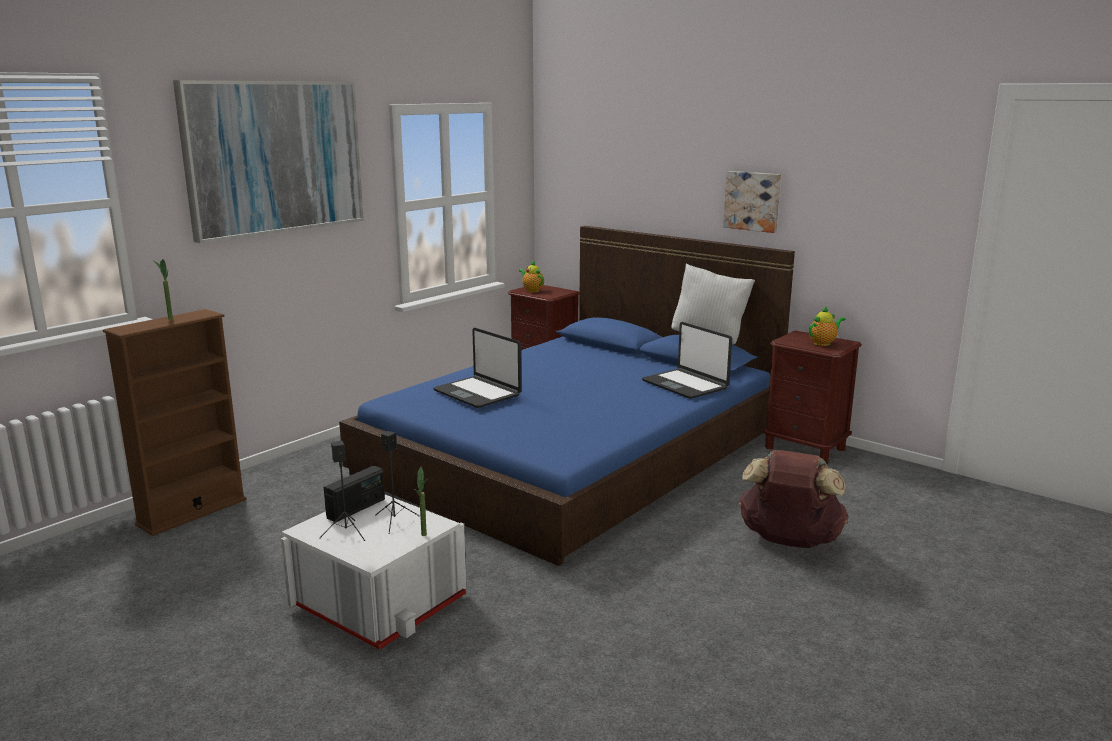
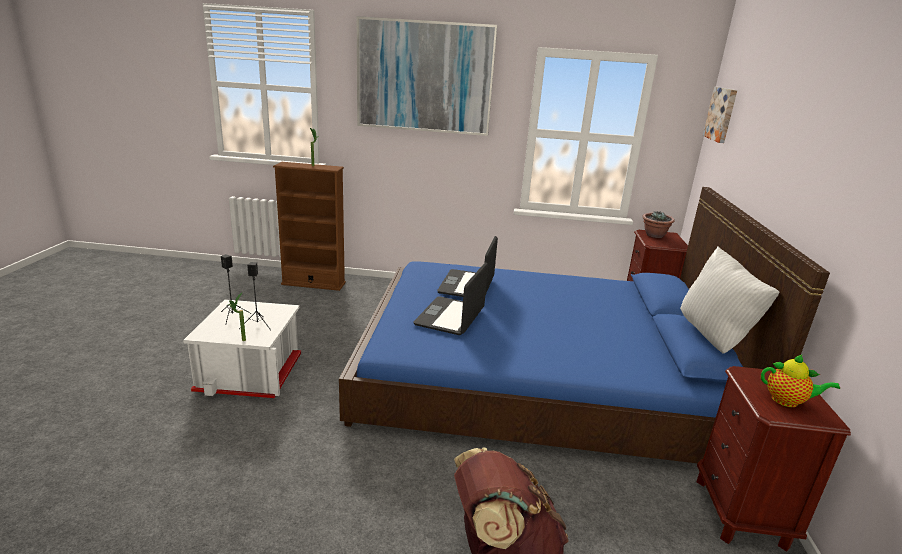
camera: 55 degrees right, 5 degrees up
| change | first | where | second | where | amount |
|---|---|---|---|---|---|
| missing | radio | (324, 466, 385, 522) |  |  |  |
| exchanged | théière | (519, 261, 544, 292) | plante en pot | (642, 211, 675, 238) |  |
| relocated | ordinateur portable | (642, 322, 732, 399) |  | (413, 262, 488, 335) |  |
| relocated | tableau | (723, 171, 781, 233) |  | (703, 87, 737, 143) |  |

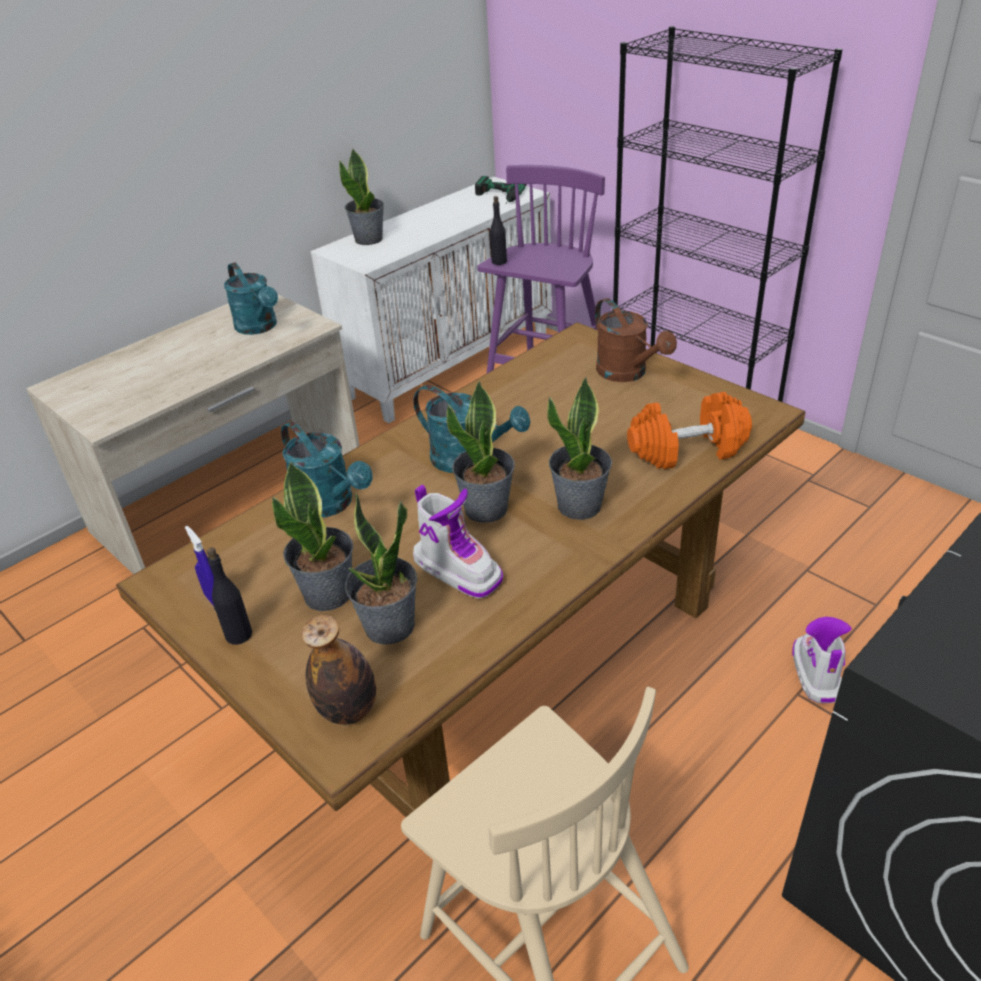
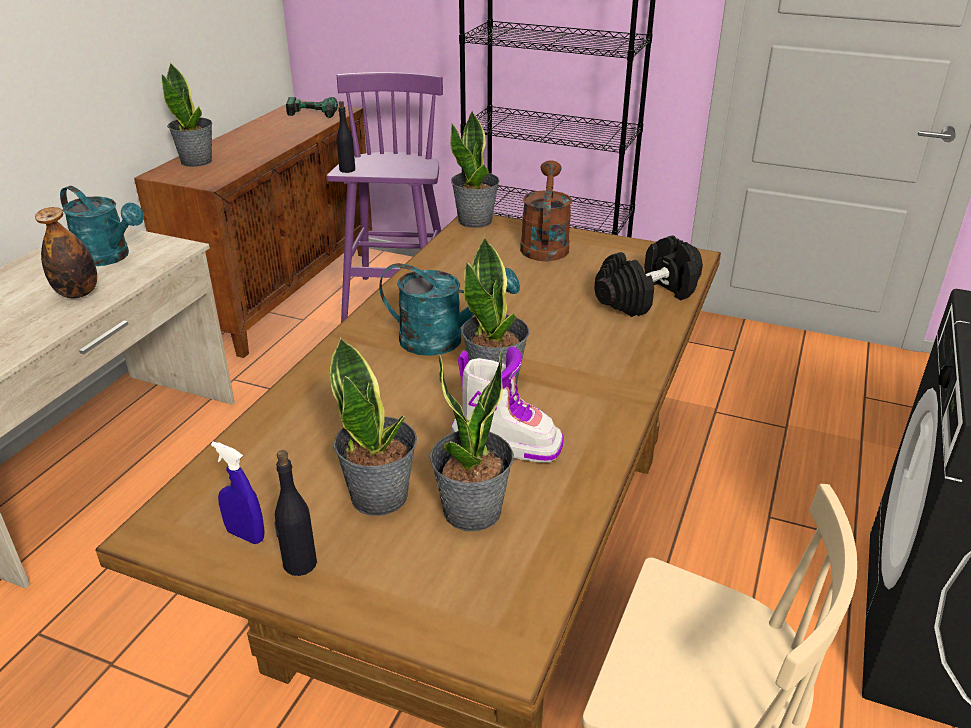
camera: 25 degrees left, 5 degrees down
| change | first | where | second | where | amount |
|---|---|---|---|---|---|
| missing | arrosoir (turquoise) | (281, 421, 373, 518) |  |  |  |
| relocated | bouteille | (301, 615, 376, 725) |  | (35, 207, 97, 298) |  |
| colour | meuble de rangement (blanc) | (310, 177, 552, 423) | meuble de rangement (marron) | (134, 100, 372, 358) |  |
| relocated | plante en pot | (547, 377, 612, 520) |  | (450, 111, 500, 228) |  |
| spun | arrosoir (marron) | (595, 298, 677, 382) |  | (520, 160, 572, 261) | 120 degrees counterclockwise |
| colour | haltère (orange) | (627, 392, 752, 469) | haltère (noir) | (594, 235, 703, 317) |  |
| missing | botte | (792, 617, 852, 703) |  |  |  |

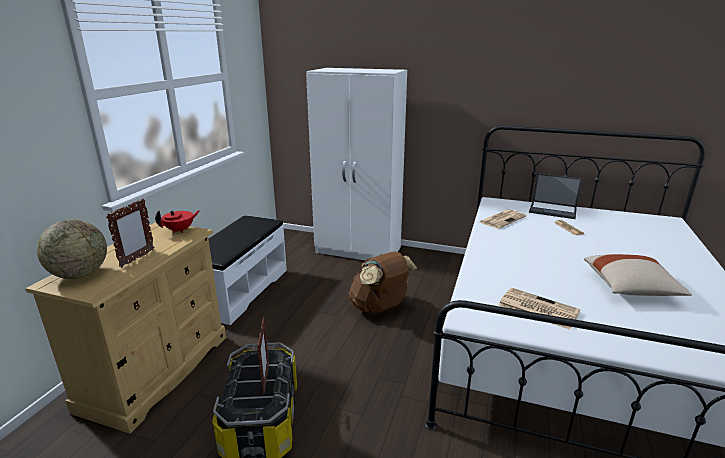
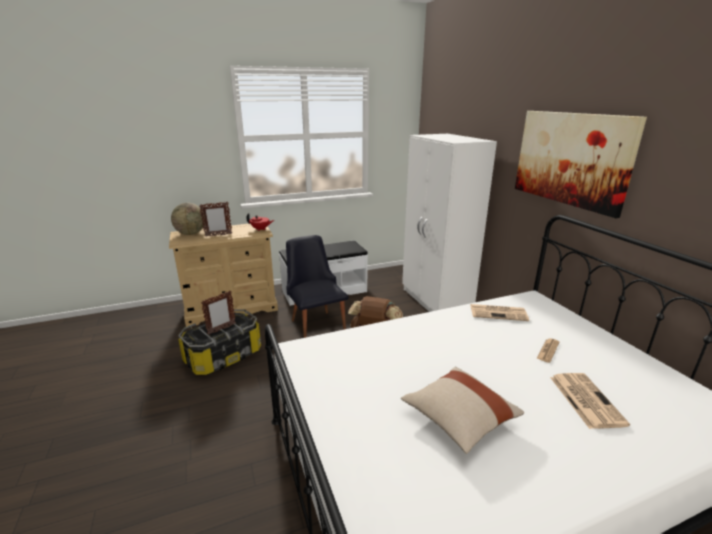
camera: 50 degrees right, 0 degrees up
| change | first | where | second | where | amount |
|---|---|---|---|---|---|
| relocated | journal | (499, 288, 580, 330) |  | (550, 373, 630, 429) |  |
| missing | ordinateur portable | (529, 173, 582, 219) |  |  |  |
| appeared |  |  | chaise (noir) | (286, 235, 348, 338) |  |
| appeared |  |  | tableau | (515, 111, 647, 218) |  |

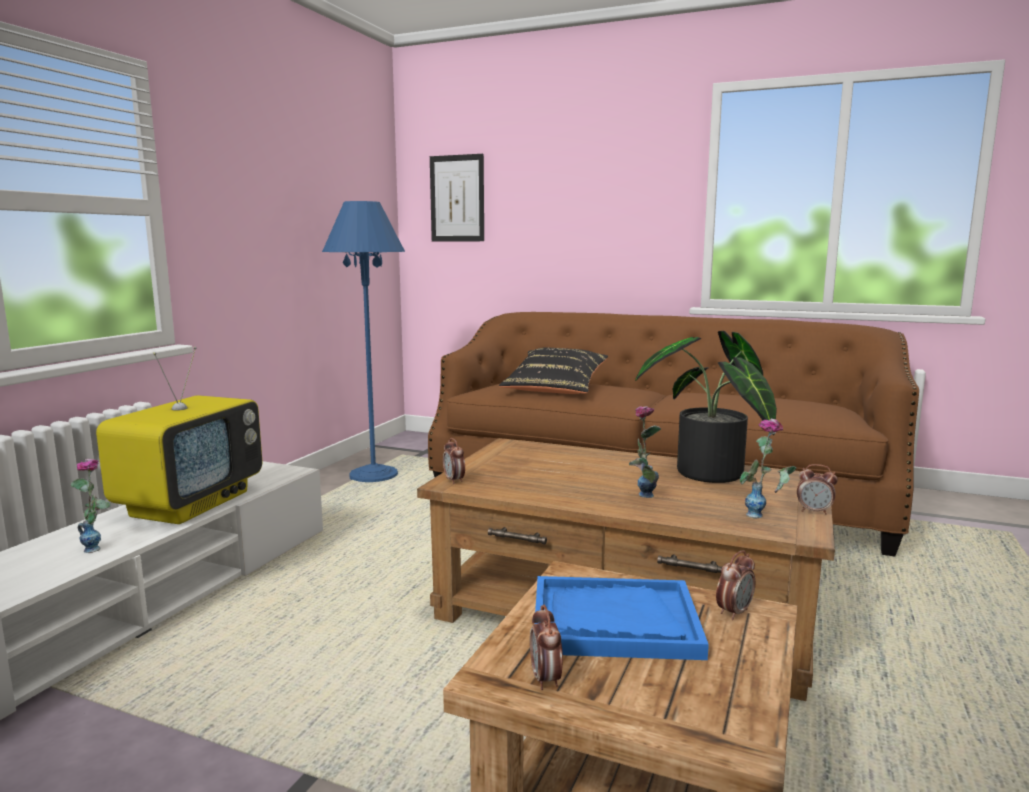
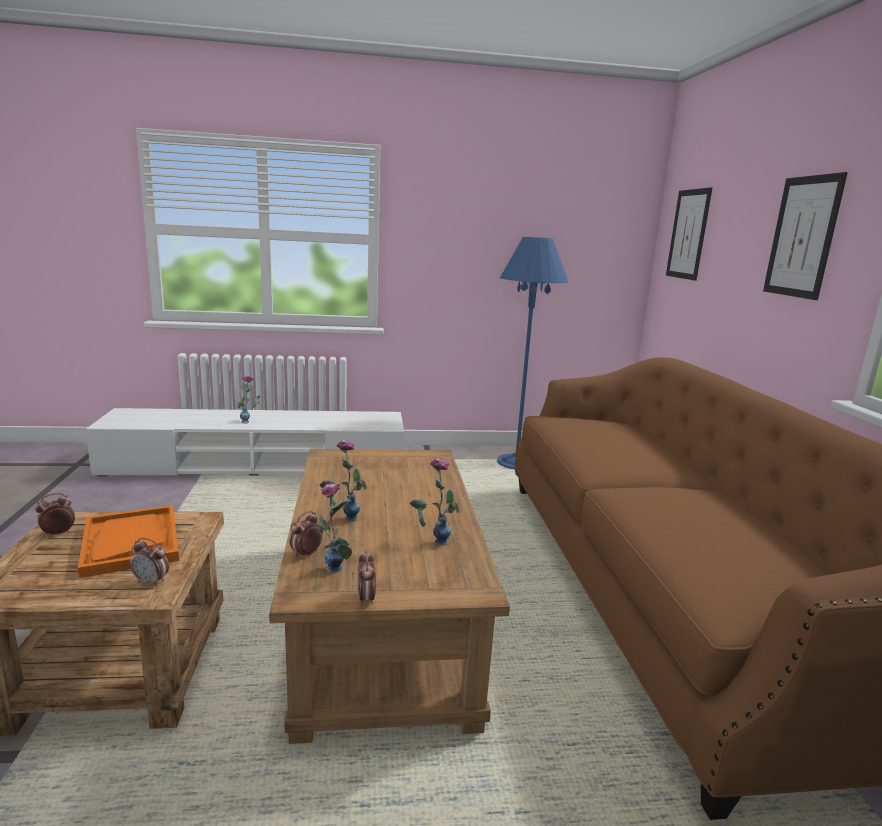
camera: 60 degrees right, 5 degrees up
| change | first | where | second | where | amount |
|---|---|---|---|---|---|
| missing | téléviseur | (96, 347, 262, 524) |  |  |  |
| relocated | réveil | (443, 438, 465, 484) |  | (290, 511, 323, 559) |  |
| missing | coussin (noir) | (499, 348, 608, 394) |  |  |  |
| colour | plateau (bleu) | (534, 576, 709, 660) | plateau (orange) | (78, 505, 179, 578) |  |
| exchanged | plante en pot | (635, 331, 777, 483) | vase | (410, 458, 459, 546) |  |
| appeared |  |  | tableau | (763, 172, 848, 300) |  |

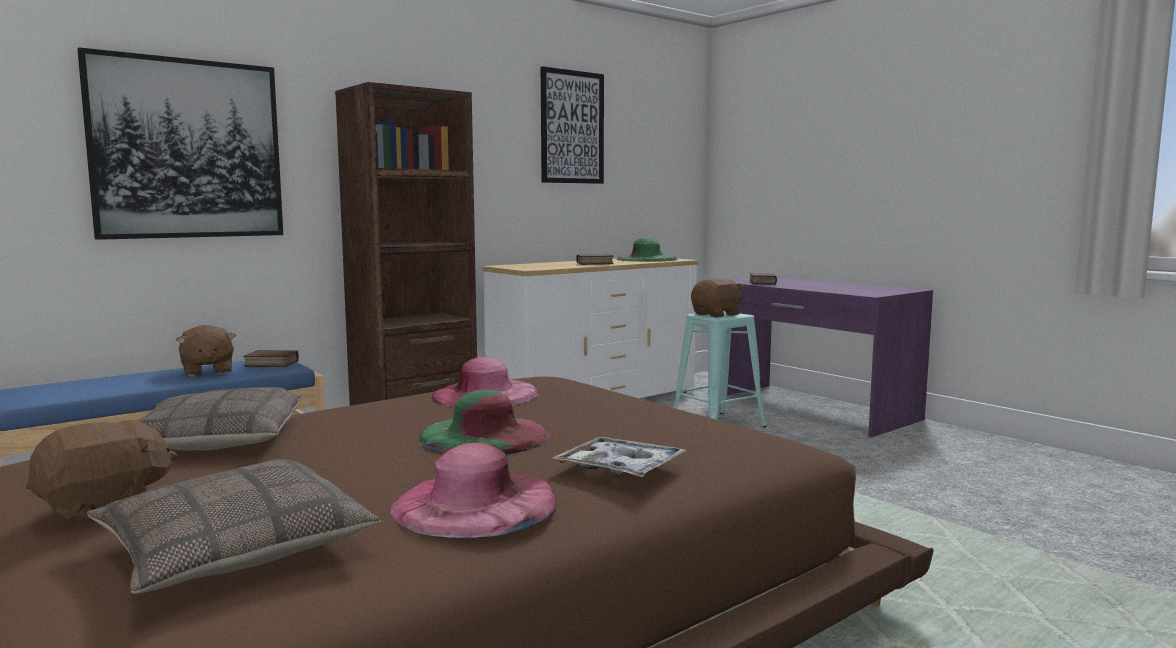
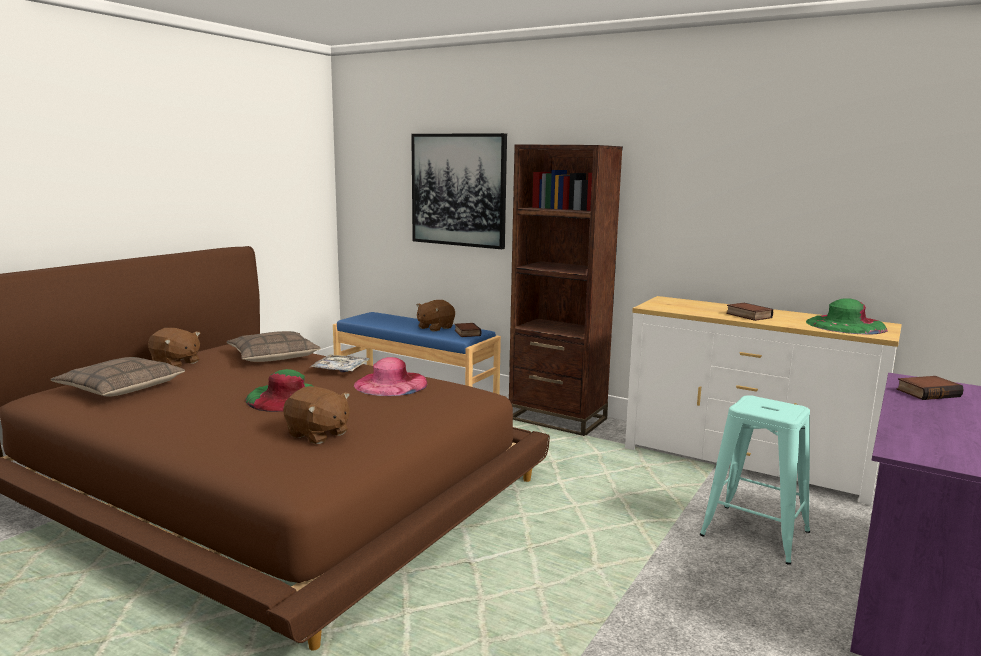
camera: 70 degrees right, 5 degrees up
| change | first | where | second | where | amount |
|---|---|---|---|---|---|
| missing | chapeau (rose) | (390, 443, 557, 538) |  |  |  |
| missing | tableau | (541, 66, 604, 184) |  |  |  |
| relocated | plateau | (553, 437, 686, 477) |  | (309, 354, 370, 372) |  |
| relocated | peluche (marron) | (691, 278, 743, 317) |  | (283, 386, 350, 444) |  |

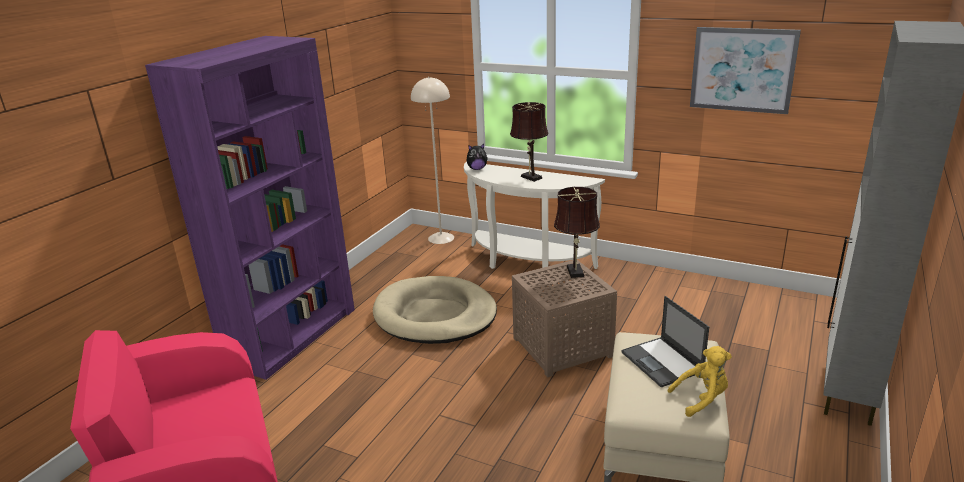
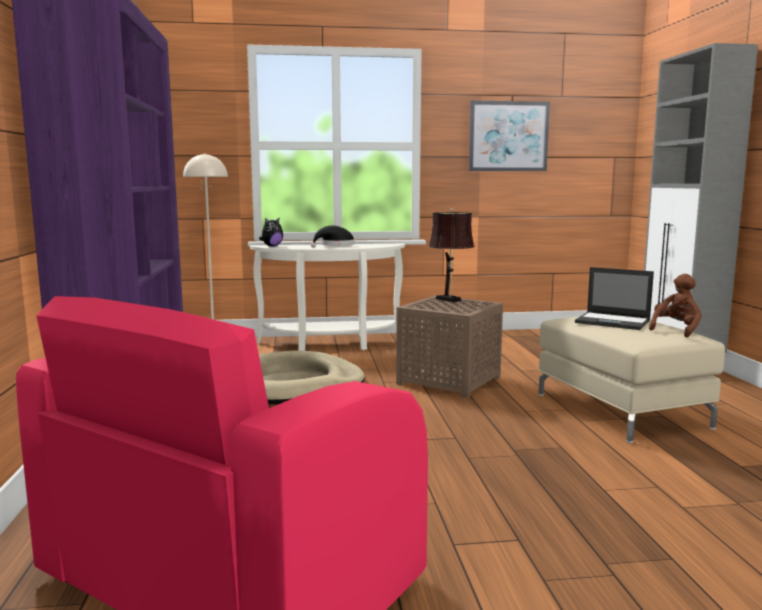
camera: 35 degrees left, 15 degrees down
| change | first | where | second | where | amount |
|---|---|---|---|---|---|
| exchanged | lampe de table (marron) | (510, 102, 549, 182) | chapeau (noir) | (311, 225, 355, 248) |  |
| colour | peluche (jaune) | (668, 346, 732, 417) | peluche (marron) | (649, 274, 702, 337) |  |

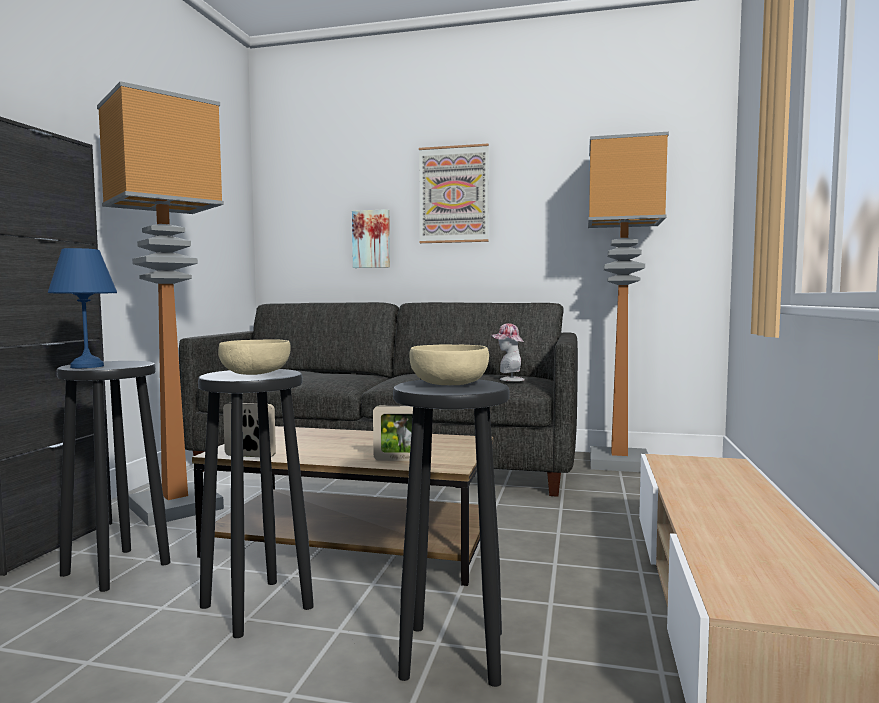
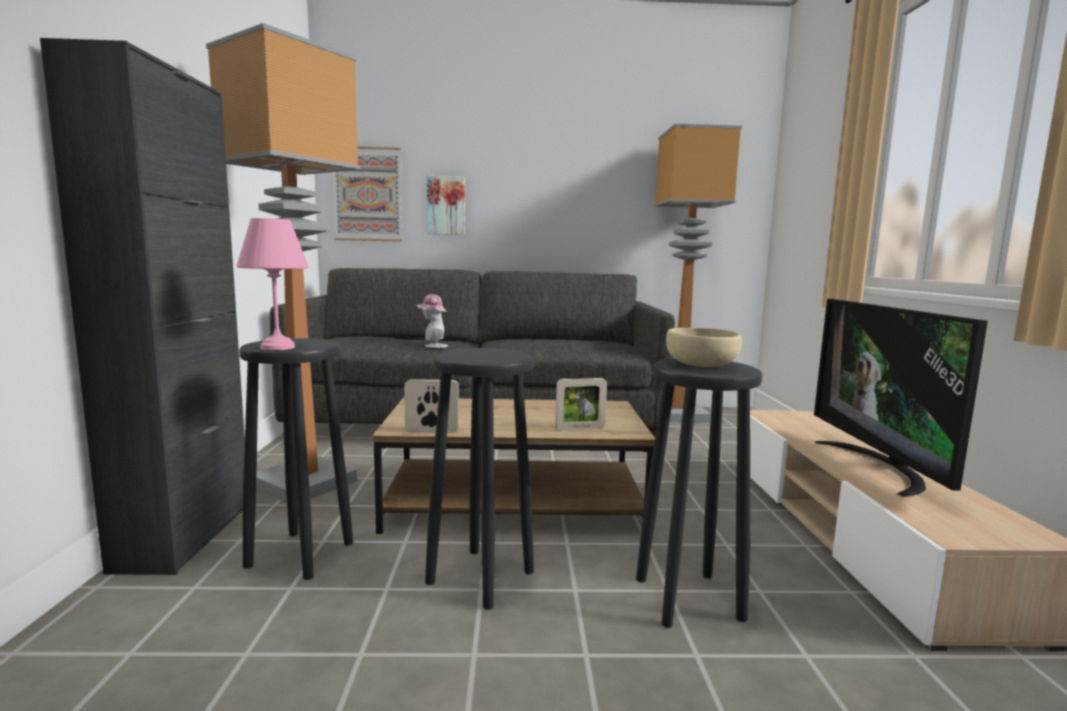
camera: 15 degrees left, 5 degrees up
| change | first | where | second | where | amount |
|---|---|---|---|---|---|
| colour | lampe de table (bleu) | (48, 248, 117, 368) | lampe de table (rose) | (236, 218, 309, 350) |  |
| missing | bol (beige) | (218, 339, 291, 375) |  |  |  |
| relocated | tableau | (419, 144, 489, 243) |  | (333, 146, 403, 242) |  |
| relocated | chapeau | (491, 323, 525, 381) |  | (416, 294, 448, 348) |  |
| appeared |  |  | téléviseur | (814, 299, 988, 497) |  |

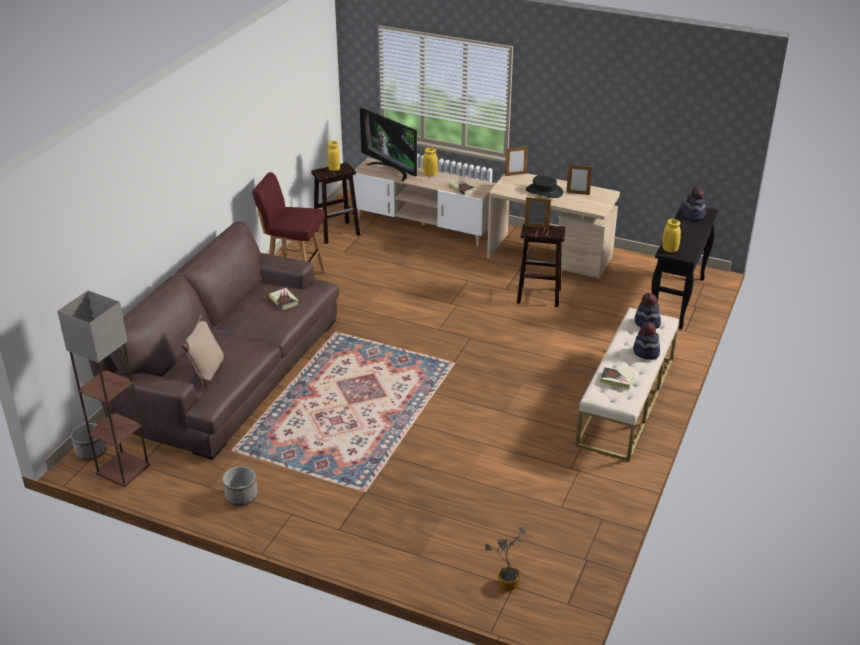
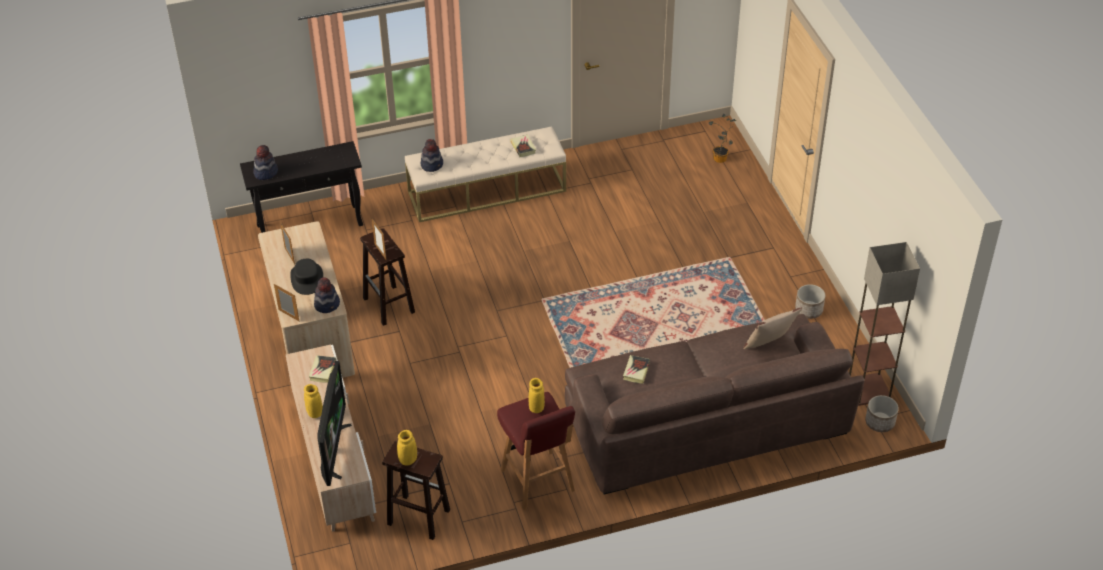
camera: 130 degrees left, 10 degrees up
| change | first | where | second | where | amount |
|---|---|---|---|---|---|
| relocated | chapeau | (633, 321, 660, 360) |  | (314, 277, 340, 313) |  |
| relocated | vase (jaune) | (662, 219, 681, 252) |  | (528, 378, 545, 413) |  |

